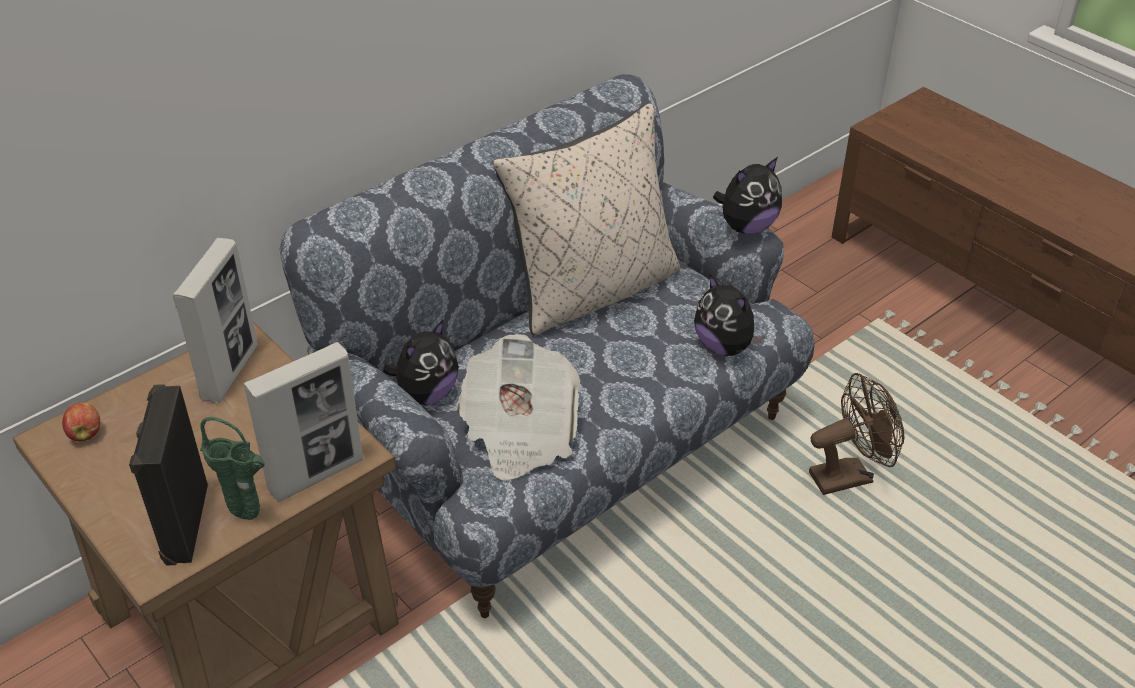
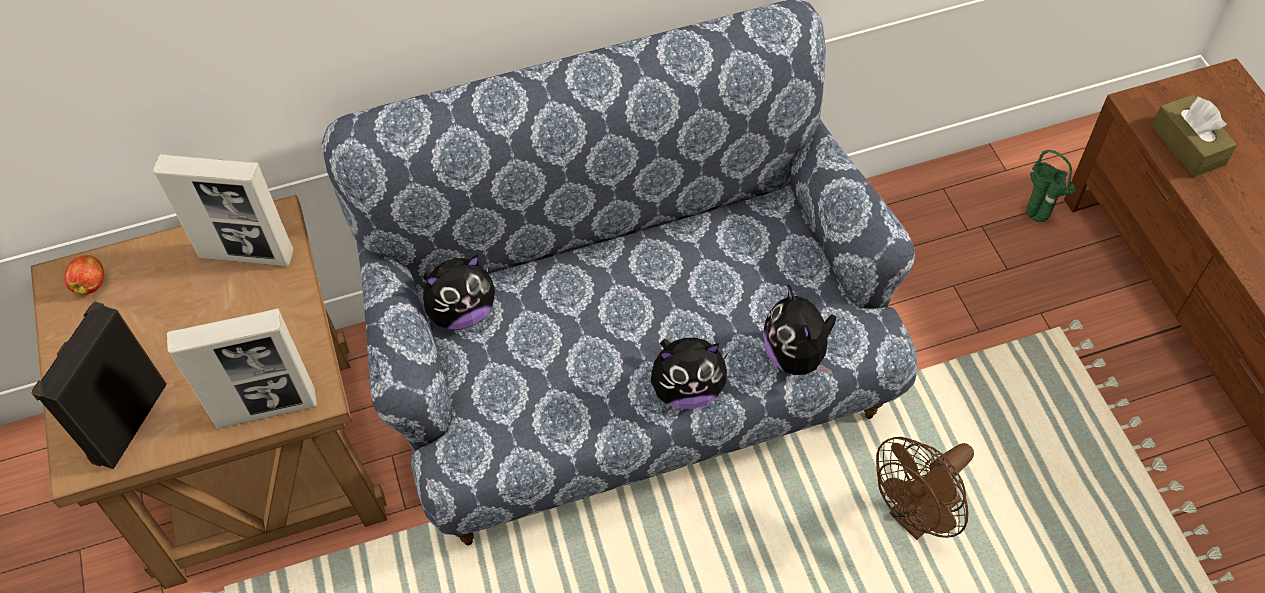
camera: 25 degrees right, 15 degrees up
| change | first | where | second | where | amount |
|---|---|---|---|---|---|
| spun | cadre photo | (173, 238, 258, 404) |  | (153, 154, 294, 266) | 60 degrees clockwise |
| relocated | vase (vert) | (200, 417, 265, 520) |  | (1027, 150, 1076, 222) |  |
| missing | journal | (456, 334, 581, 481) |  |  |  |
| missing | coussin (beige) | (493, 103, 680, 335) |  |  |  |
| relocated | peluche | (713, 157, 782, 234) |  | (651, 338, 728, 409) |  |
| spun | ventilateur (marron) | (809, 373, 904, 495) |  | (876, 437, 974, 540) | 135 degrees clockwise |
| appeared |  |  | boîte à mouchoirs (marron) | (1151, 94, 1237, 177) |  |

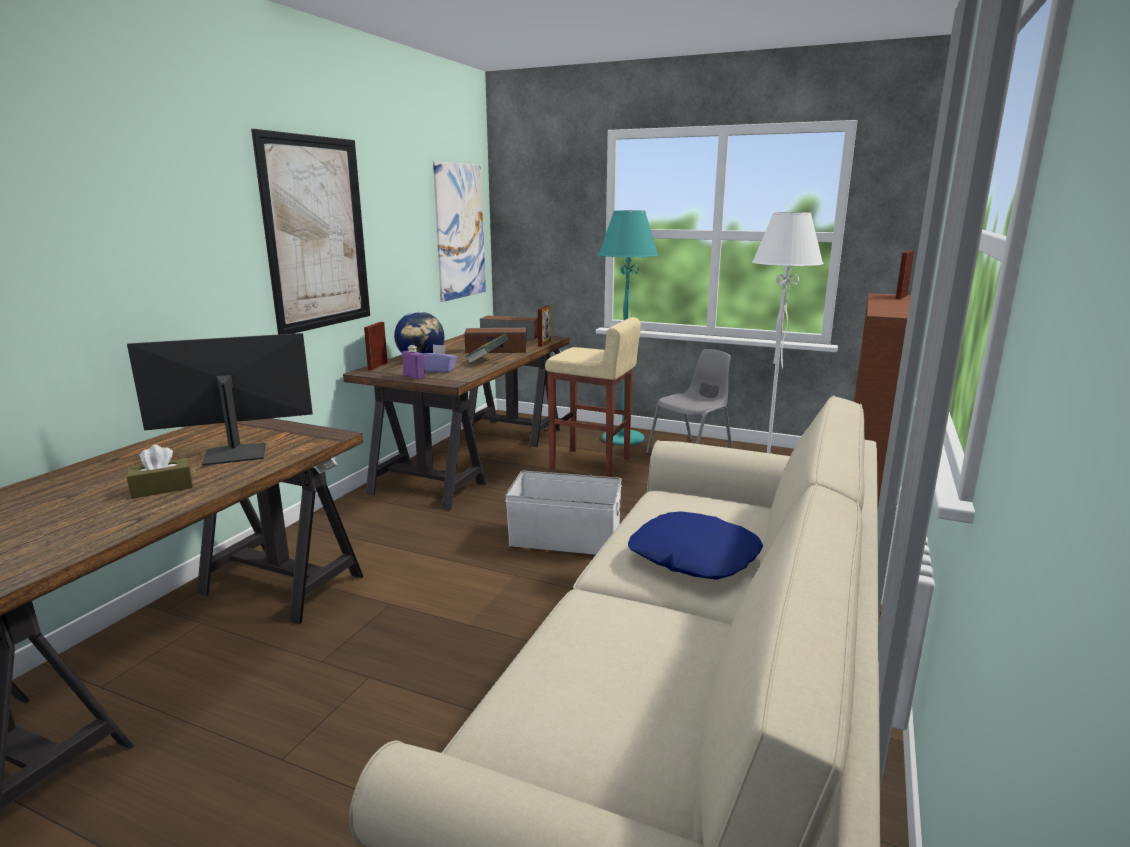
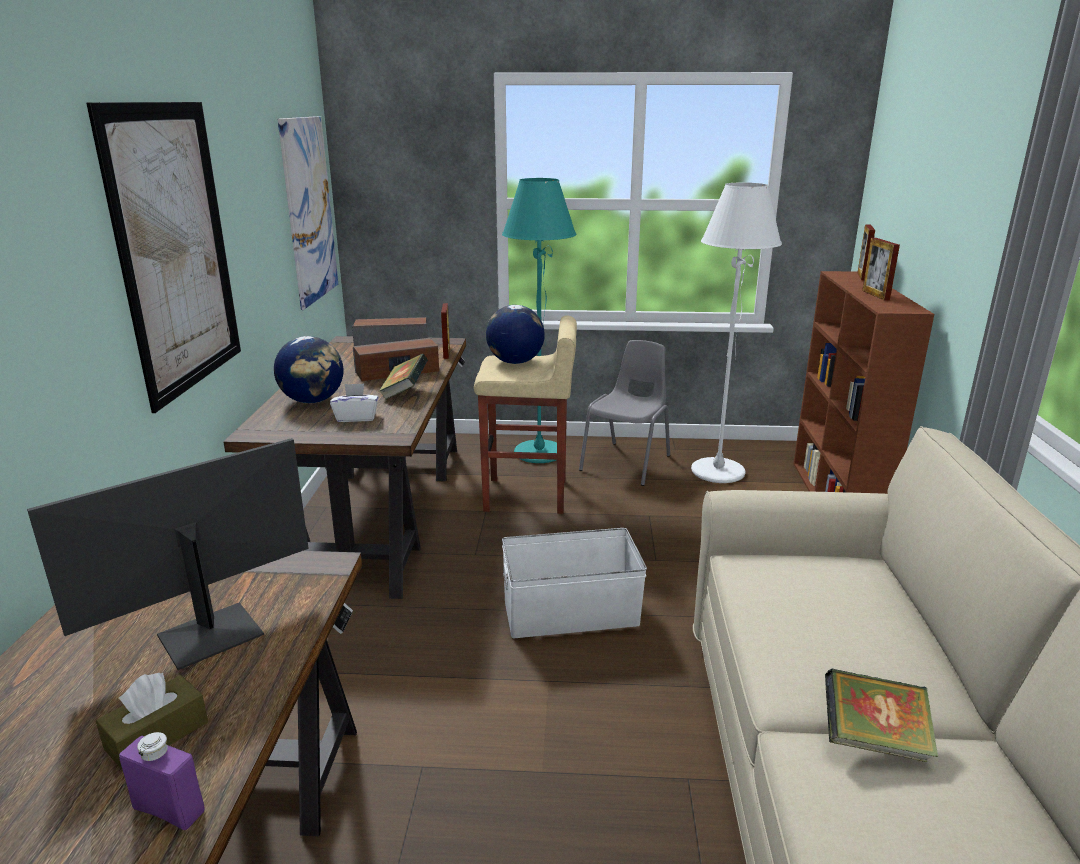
camera: 20 degrees left, 5 degrees up
| change | first | where | second | where | amount |
|---|---|---|---|---|---|
| relocated | cadre photo | (364, 322, 388, 370) |  | (862, 238, 900, 301) |  |
| relocated | bouteille (violet) | (402, 345, 425, 380) |  | (119, 732, 204, 830) |  |
| colour | boîte à mouchoirs (violet) | (423, 344, 457, 373) | boîte à mouchoirs (blanc) | (330, 384, 379, 422) |  |
| missing | coussin (bleu) | (628, 511, 763, 580) |  |  |  |
| appeared |  |  | globe | (486, 305, 545, 364) |  |
| appeared |  |  | livre | (825, 668, 938, 762) |  |

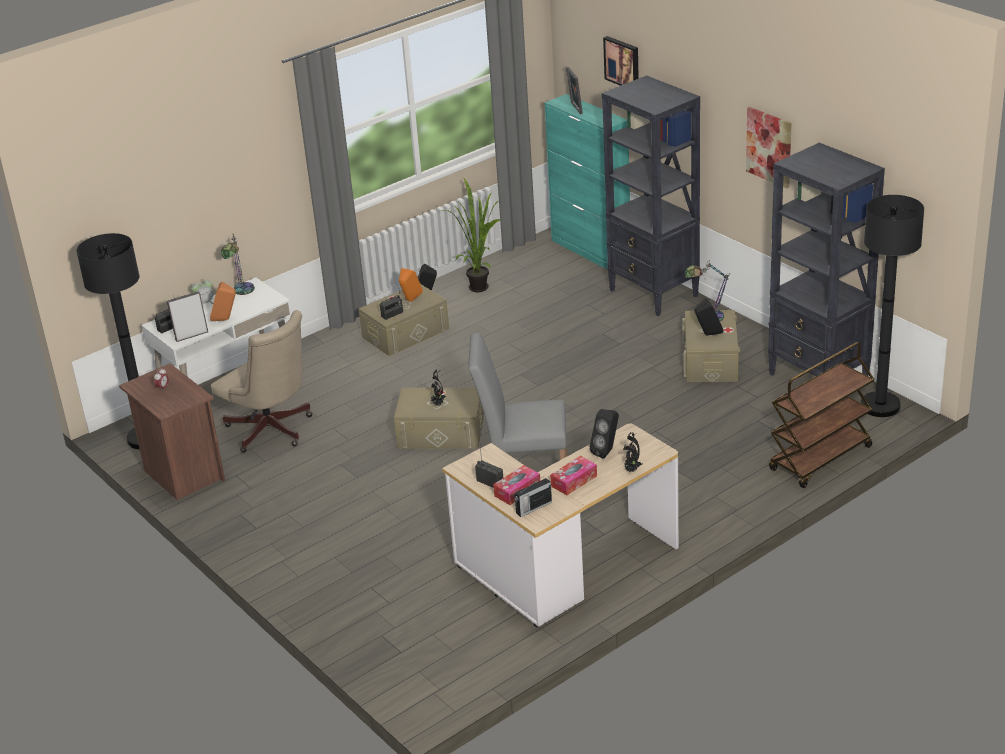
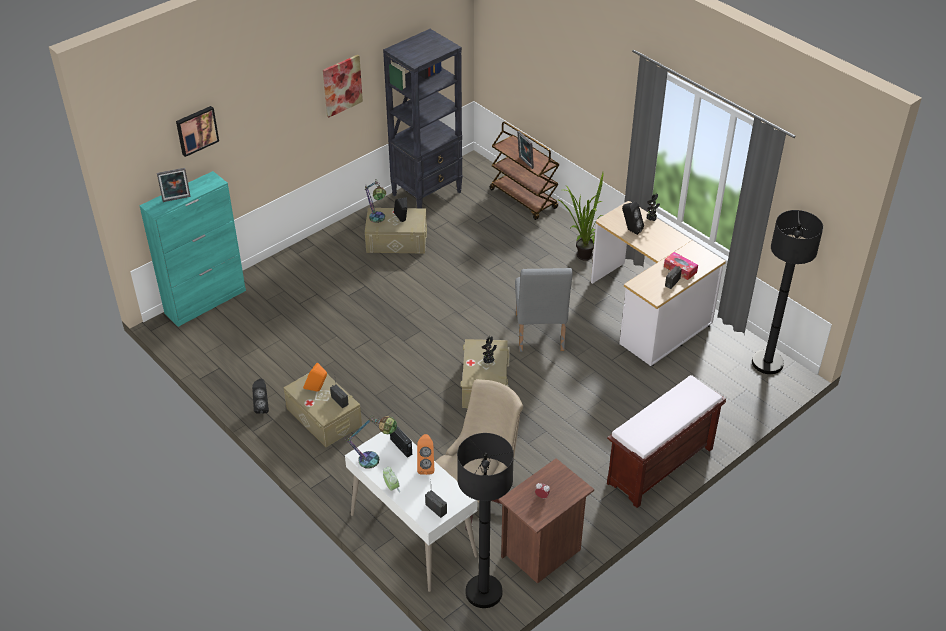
camera: 95 degrees left, 10 degrees up
| change | first | where | second | where | amount |
|---|---|---|---|---|---|
| relocated | cadre photo | (167, 291, 208, 342) |  | (517, 131, 534, 169) |  |
| relocated | plante en pot | (445, 178, 501, 292) |  | (557, 173, 603, 261) |  |
| relocated | radio | (514, 476, 552, 517) |  | (390, 426, 412, 458) |  |
| missing | boîte à mouchoirs | (550, 456, 597, 495) |  |  |  |
| missing | bibliothèque (noir) | (602, 75, 700, 316) |  |  |  |
| relocated | lampadaire (noir) | (861, 195, 924, 417) |  | (752, 210, 823, 374) |  |
| appeared |  |  | banc (marron) | (607, 375, 726, 508) |  |

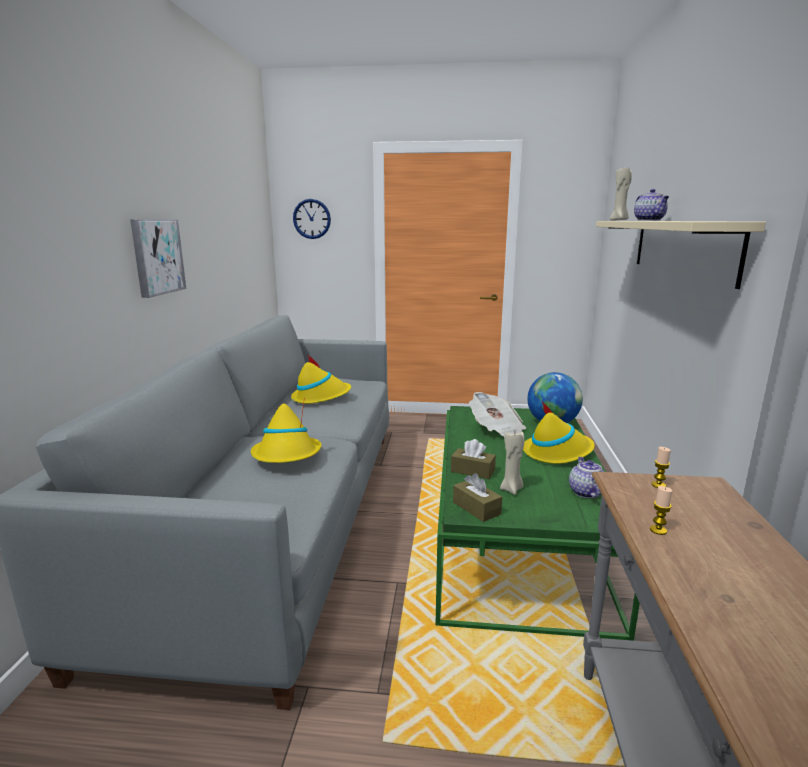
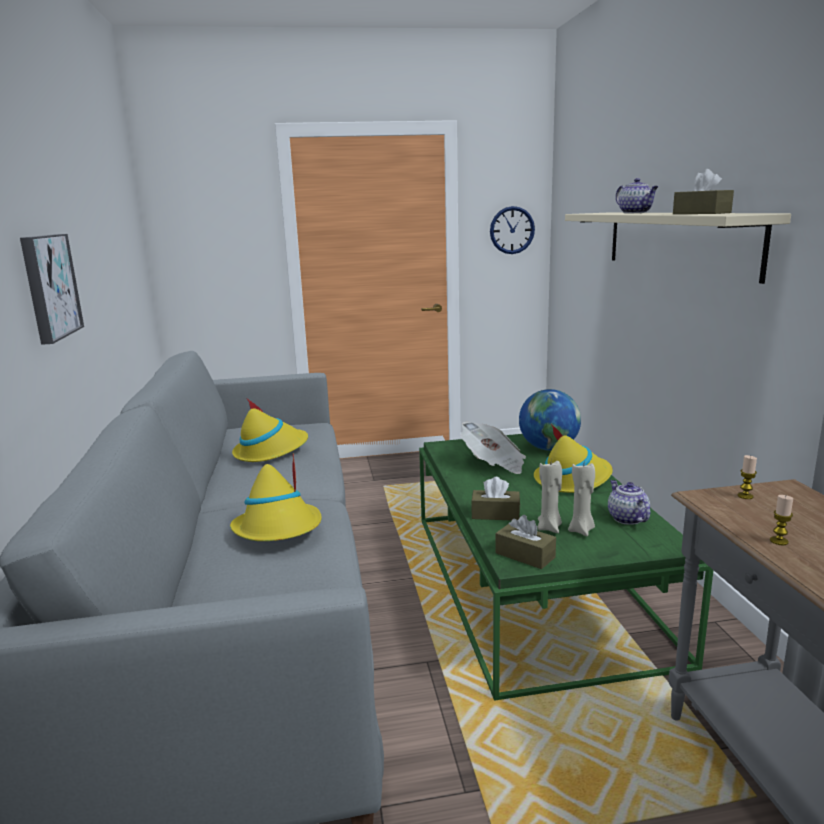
camera: 15 degrees left, 0 degrees up
| change | first | where | second | where | amount |
|---|---|---|---|---|---|
| relocated | horloge murale | (293, 199, 331, 239) |  | (490, 206, 535, 254) |  |
| relocated | bougie (beige) | (610, 168, 632, 221) |  | (568, 463, 595, 536) |  |
| appeared |  |  | boîte à mouchoirs (marron) | (673, 169, 734, 214) |  |

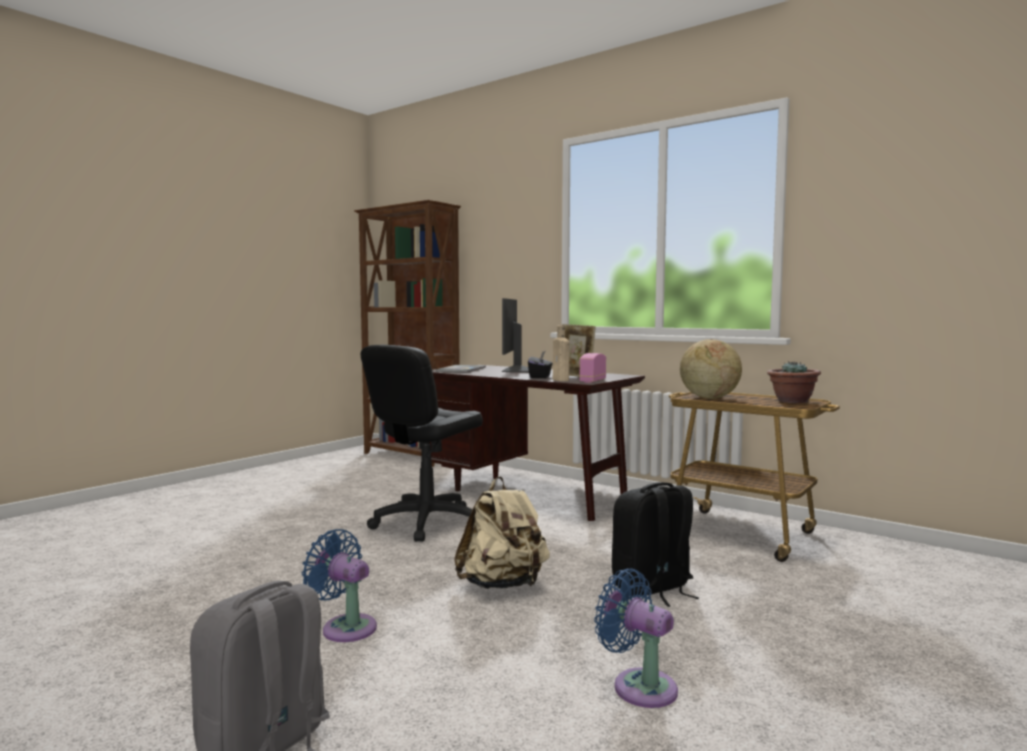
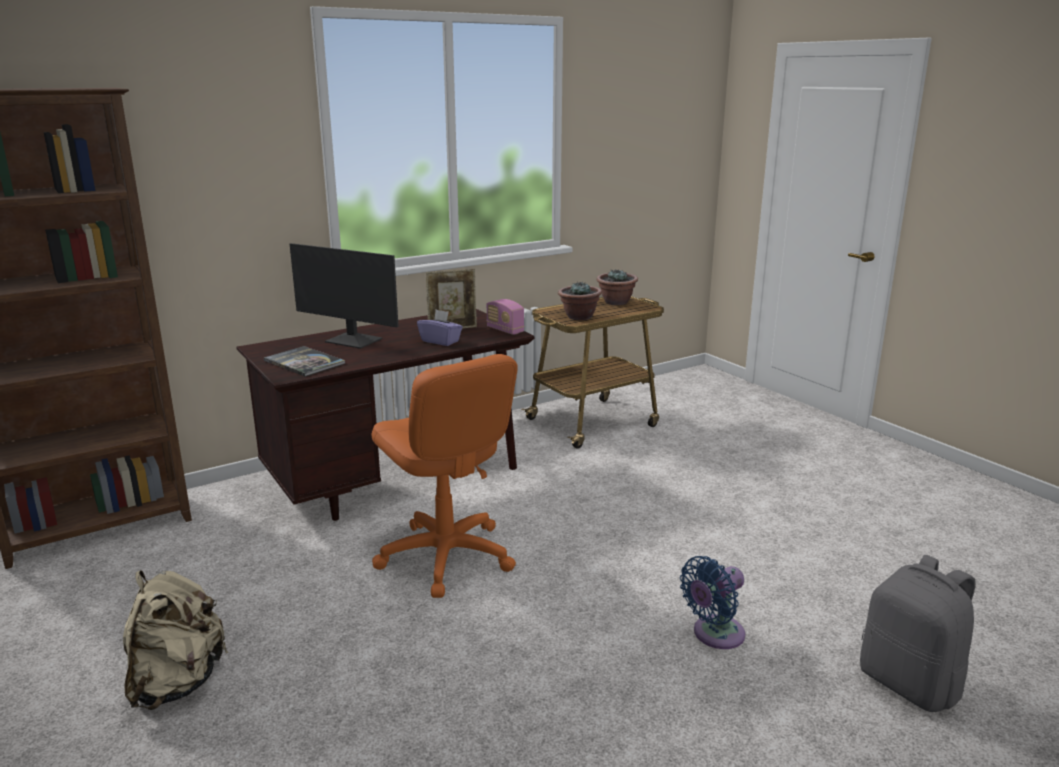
camera: 70 degrees left, 15 degrees up
| change | first | where | second | where | amount |
|---|---|---|---|---|---|
| colour | chaise de bureau (noir) | (361, 345, 483, 542) | chaise de bureau (orange) | (372, 354, 518, 598) |  |
| relocated | sac à dos (beige) | (454, 476, 550, 589) |  | (123, 570, 229, 710) |  |
| colour | boîte à mouchoirs (noir) | (528, 351, 553, 378) | boîte à mouchoirs (violet) | (417, 309, 463, 346) |  |
| missing | bouteille (beige) | (553, 325, 570, 381) |  |  |  |
| missing | ventilateur (bleu) | (594, 569, 678, 708) |  |  |  |
| missing | sac à dos (noir) | (612, 482, 699, 607) |  |  |  |
| exchanged | globe | (680, 339, 742, 399) | plante en pot | (558, 282, 602, 320) |  |

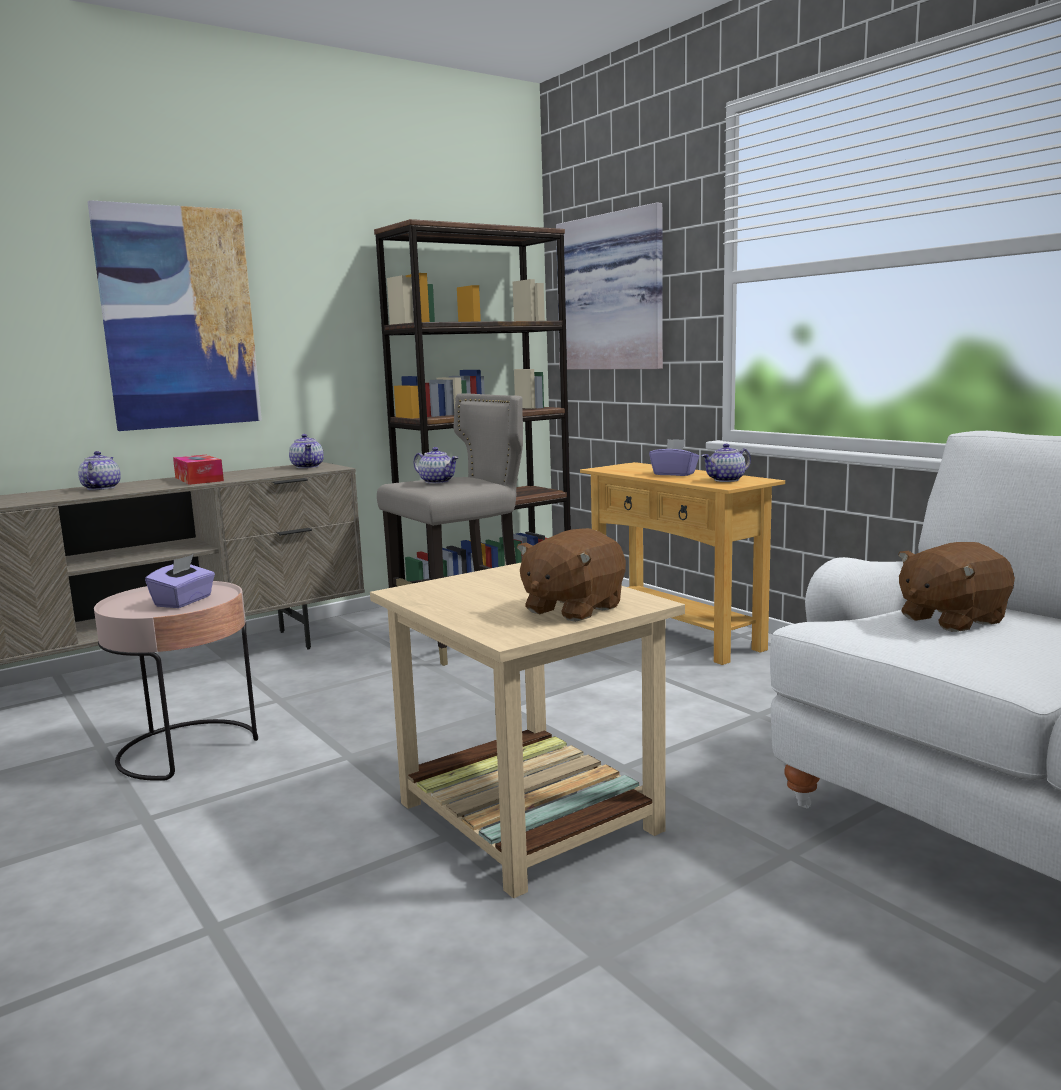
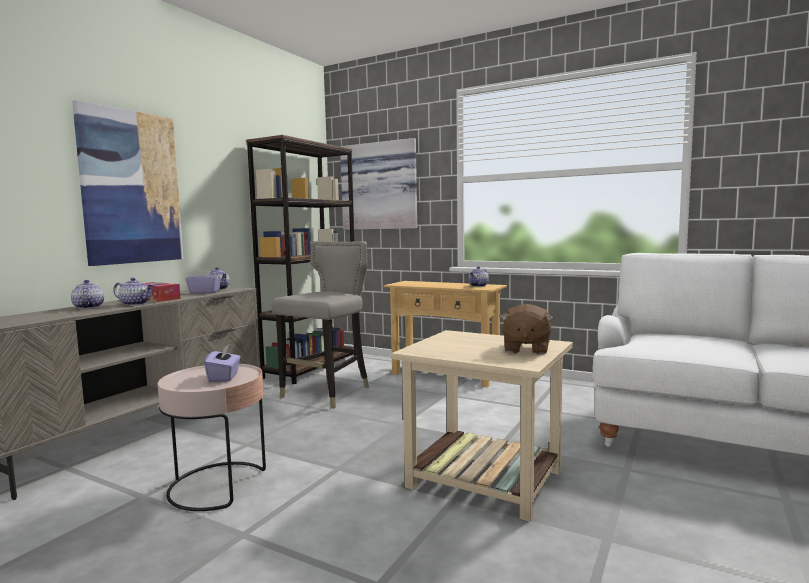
camera: 25 degrees left, 5 degrees down
| change | first | where | second | where | amount |
|---|---|---|---|---|---|
| relocated | théière | (413, 447, 459, 484) |  | (113, 277, 154, 306) |  |
| relocated | boîte à mouchoirs (violet) | (649, 439, 699, 476) |  | (186, 269, 222, 294) |  |
| missing | peluche (marron) | (898, 542, 1015, 632) |  |  |  |

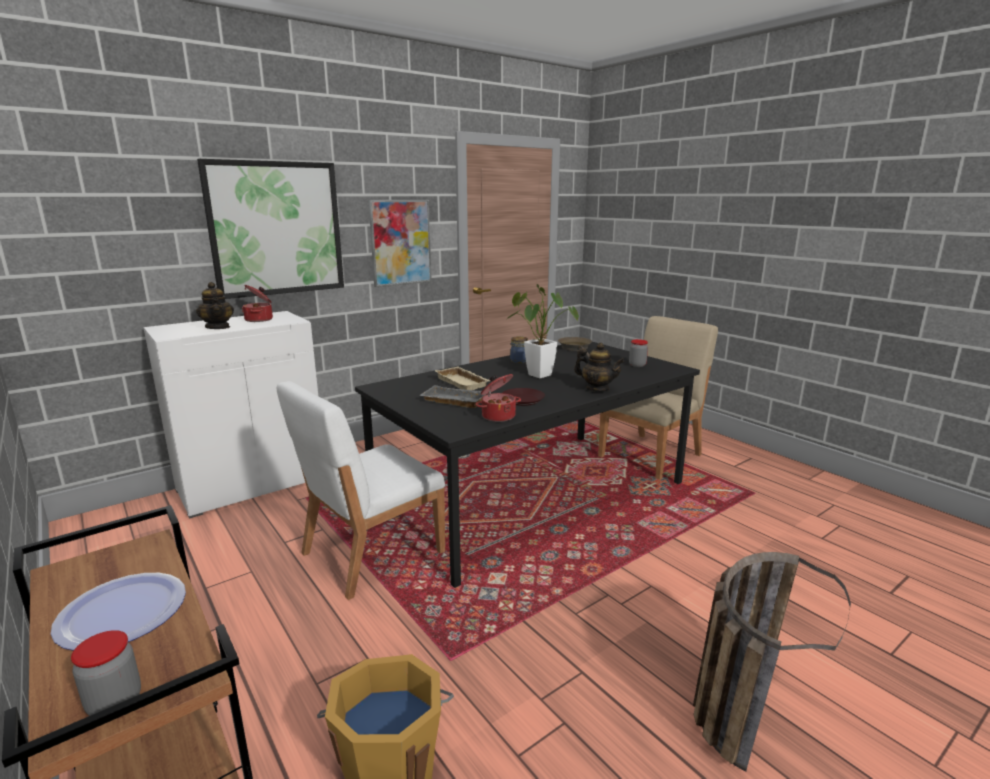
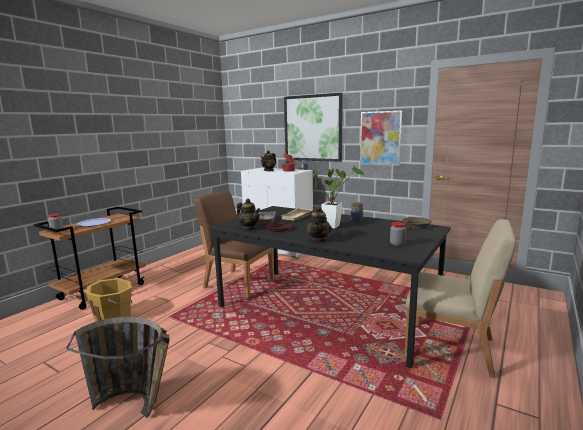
camera: 70 degrees right, 5 degrees down
| change | first | where | second | where | amount |
|---|---|---|---|---|---|
| colour | chaise (blanc) | (277, 381, 445, 600) | chaise (marron) | (194, 191, 274, 298) |  |
| exchanged | marmite | (476, 374, 521, 422) | théière | (237, 198, 260, 230) |  |

